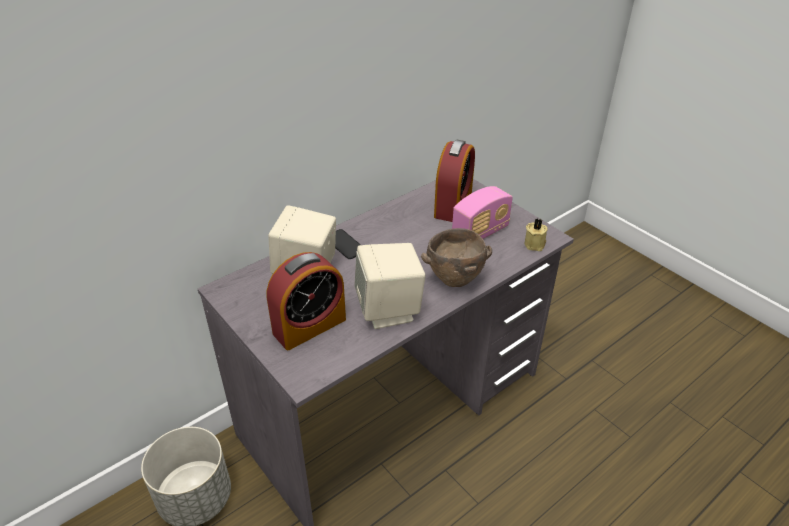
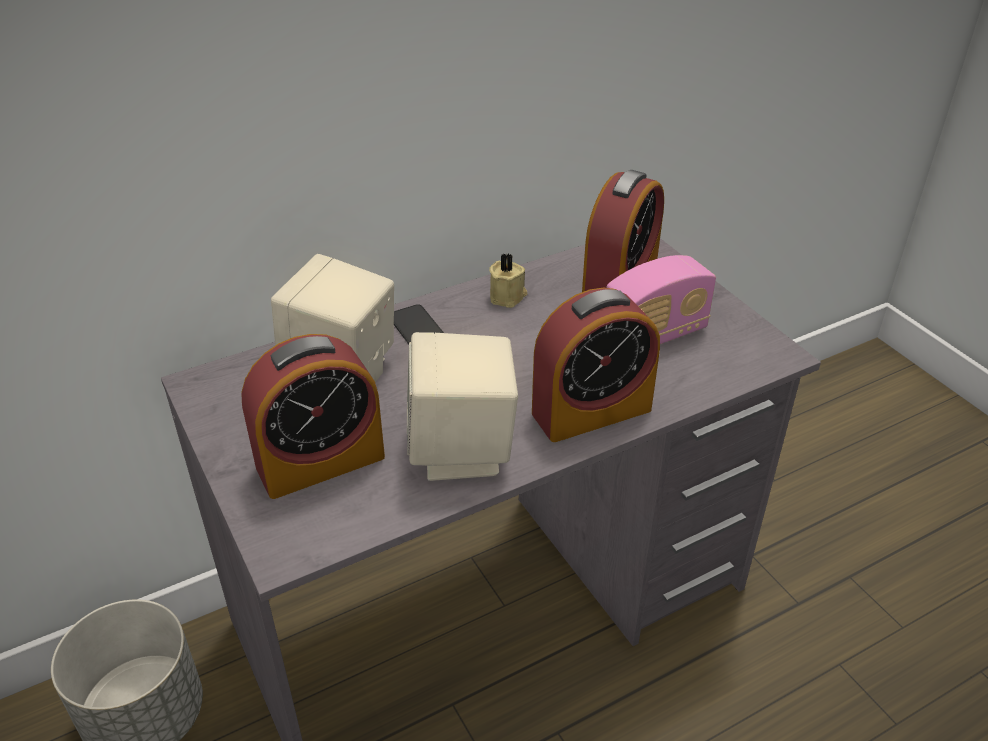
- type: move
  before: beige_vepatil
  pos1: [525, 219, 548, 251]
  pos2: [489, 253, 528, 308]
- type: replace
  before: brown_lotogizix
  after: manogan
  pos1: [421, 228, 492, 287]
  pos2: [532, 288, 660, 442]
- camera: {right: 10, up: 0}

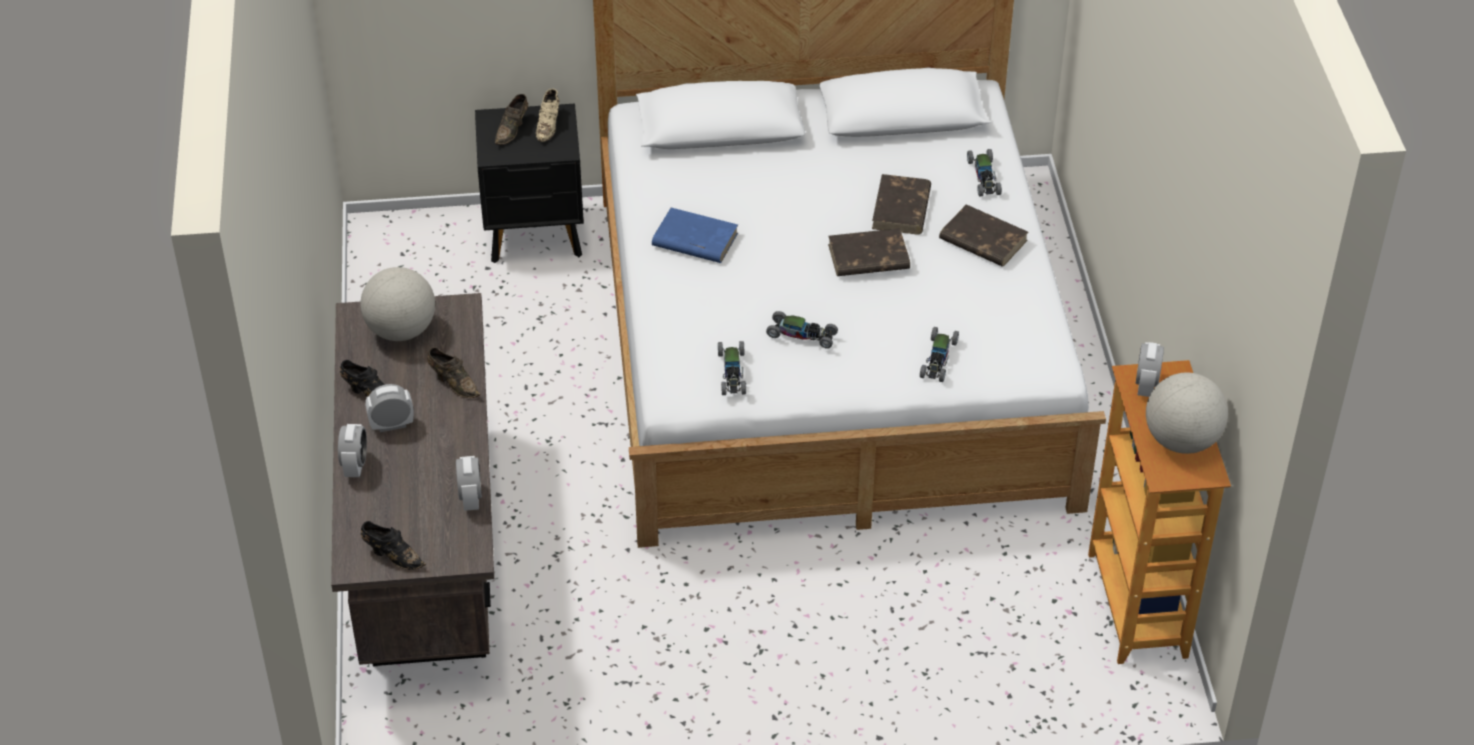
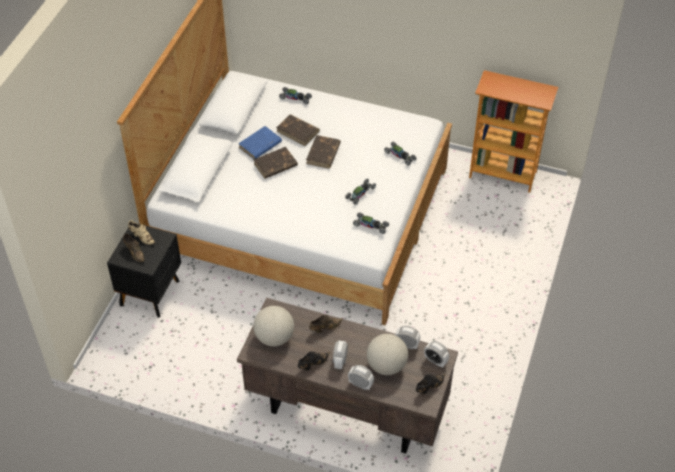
- type: move
  before: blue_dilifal
  pos1: [652, 208, 738, 263]
  pos2: [238, 126, 282, 159]
- type: move
  before: brown_dilifal
  pos1: [939, 204, 1028, 267]
  pos2: [254, 147, 298, 179]
- type: move
  before: manogan
  pos1: [1136, 342, 1164, 397]
  pos2: [424, 341, 449, 367]
- type: move
  before: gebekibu
  pos1: [1146, 373, 1228, 454]
  pos2: [367, 334, 408, 375]
- camera: {right: -65, up: 5}

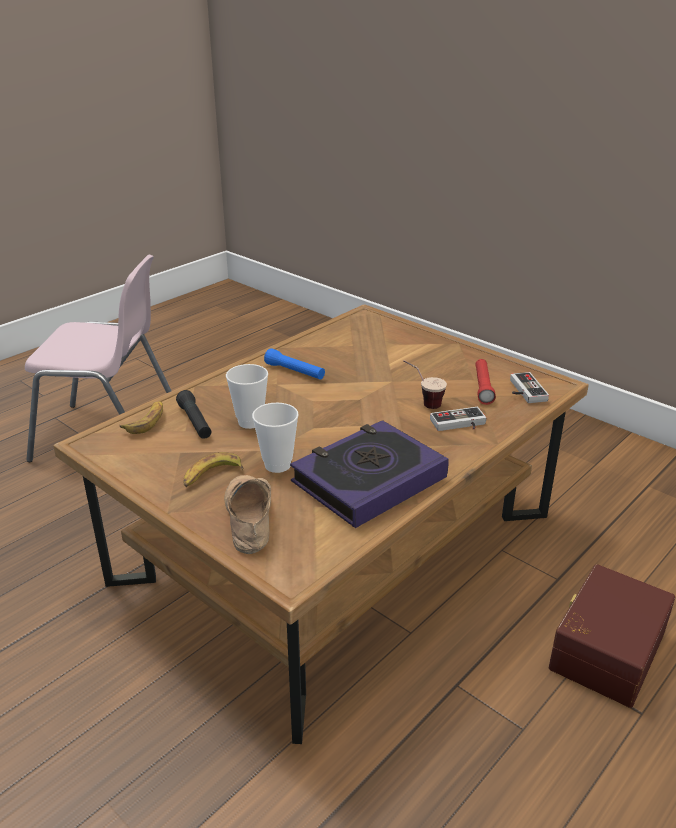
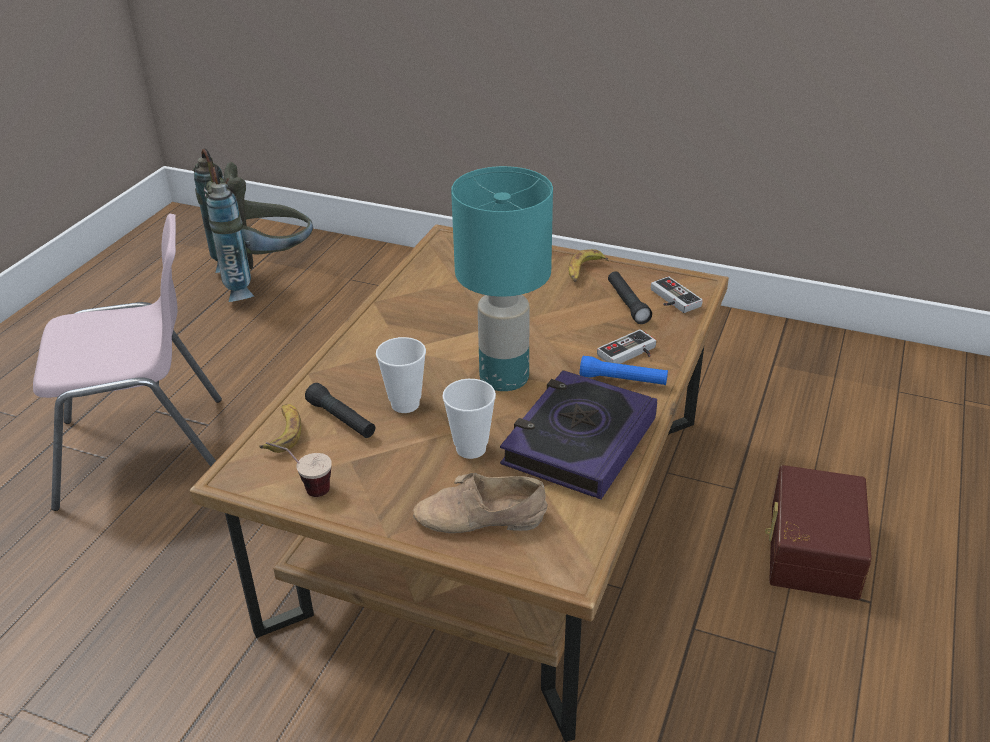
- type: insert
  after: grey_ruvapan
  pos2: [193, 148, 313, 302]
- type: insert
  after: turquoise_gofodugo
  pos2: [451, 166, 553, 391]
- type: move
  before: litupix
  pos1: [183, 452, 243, 487]
  pos2: [569, 249, 608, 282]
- type: move
  before: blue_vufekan
  pos1: [264, 348, 325, 380]
  pos2: [580, 356, 668, 385]
- type: move
  before: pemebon
  pos1: [404, 360, 447, 409]
  pos2: [266, 442, 332, 497]
- type: recolor
  before: red_vufekan
  after: black_vufekan
  pos1: [475, 359, 496, 405]
  pos2: [608, 271, 652, 324]
- type: rotate
  before: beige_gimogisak
  pos1: [224, 475, 271, 554]
  pos2: [413, 473, 548, 533]
  turn: -60
- camera: {right: -20, up: 5}

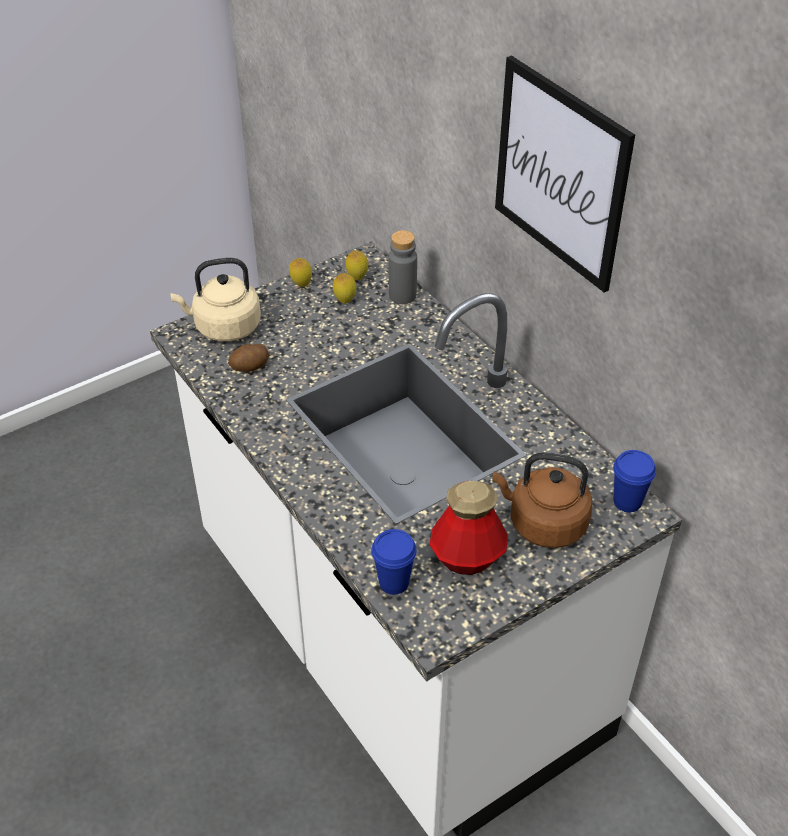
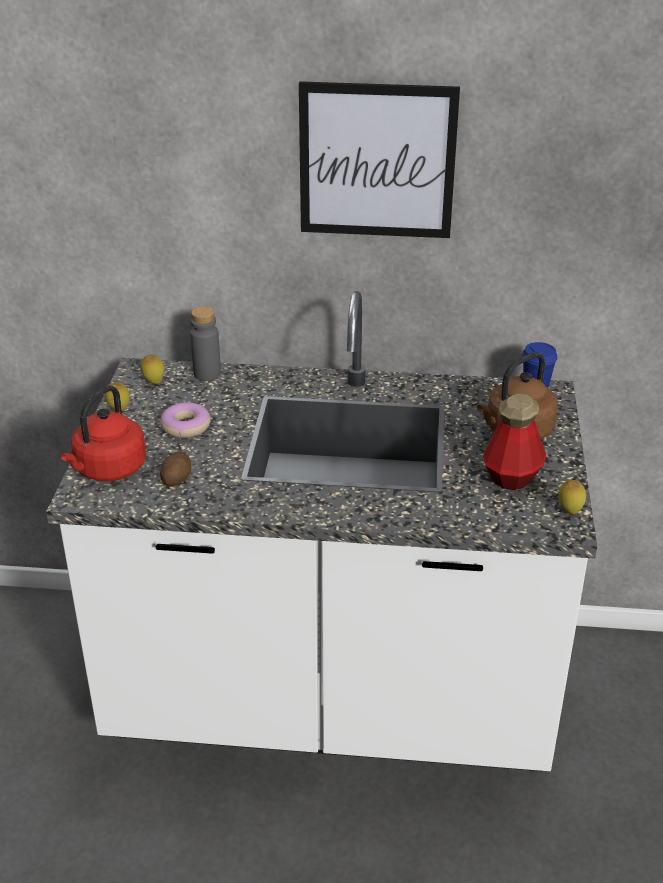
- type: delete
  before: blue_pemebon
  pos1: [371, 529, 417, 595]
- type: insert
  after: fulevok
  pos2: [160, 403, 211, 438]
- type: move
  before: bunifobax
  pos1: [333, 273, 356, 304]
  pos2: [558, 480, 586, 514]
- type: recolor
  before: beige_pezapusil
  after: red_pezapusil
  pos1: [170, 258, 261, 341]
  pos2: [60, 385, 146, 481]
- camera: {right: -50, up: -10}

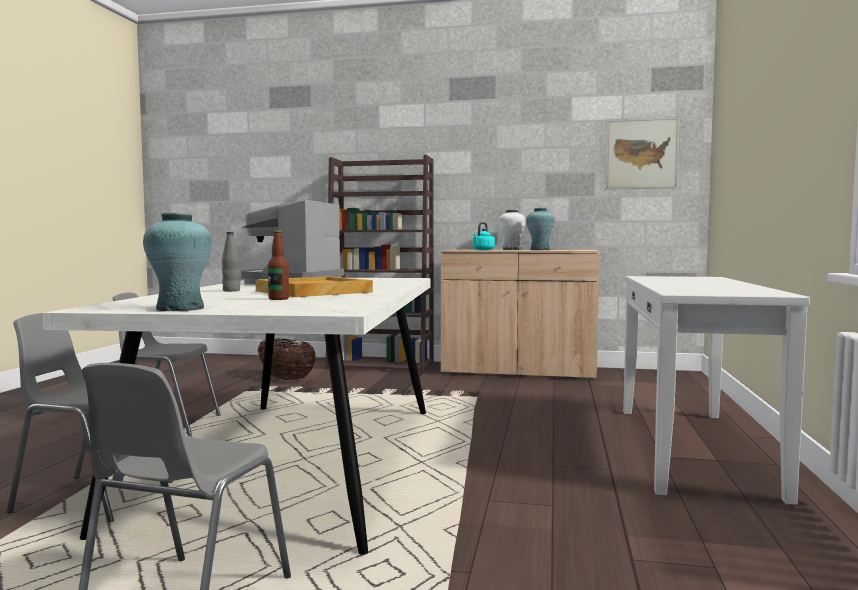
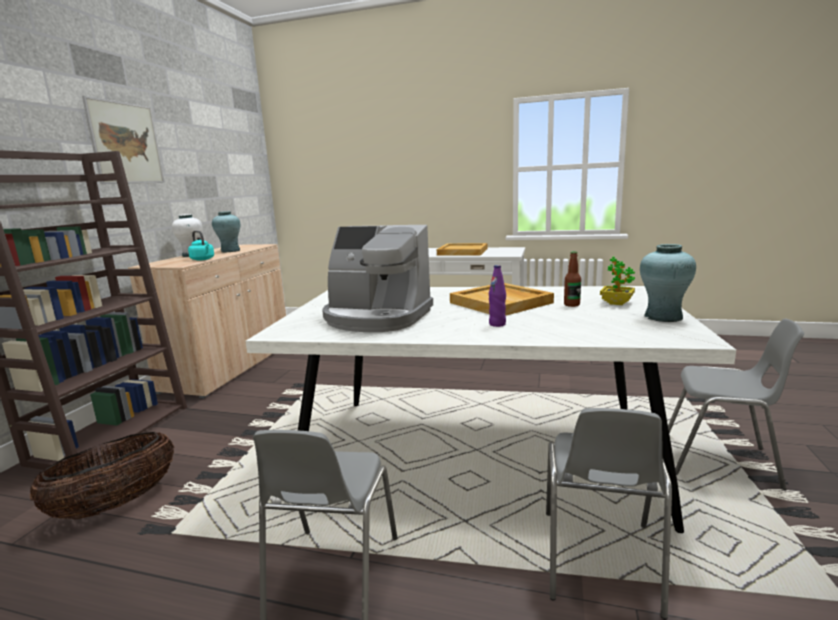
- type: insert
  after: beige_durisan
  pos2: [437, 243, 487, 256]
- type: insert
  after: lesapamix
  pos2: [600, 257, 635, 305]
- type: move
  before: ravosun
  pos1: [605, 117, 679, 190]
  pos2: [82, 96, 165, 184]
- type: recolor
  before: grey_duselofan
  after: purple_duselofan
  pos1: [222, 232, 240, 292]
  pos2: [489, 265, 506, 327]
- camera: {right: -85, up: 10}

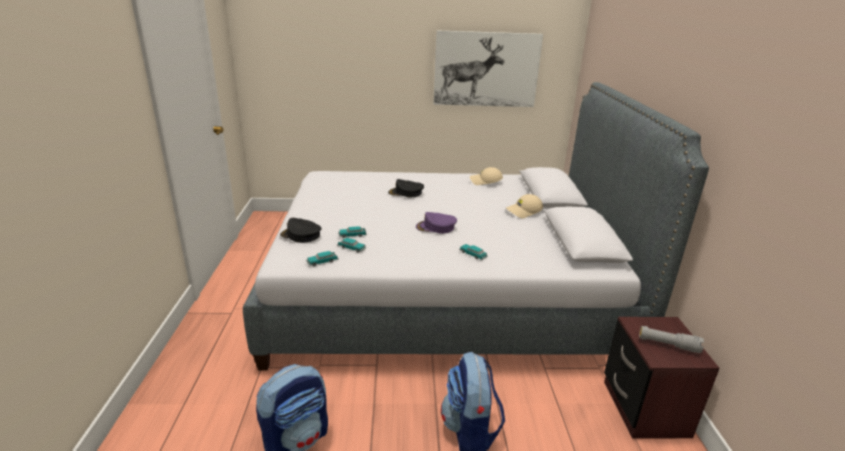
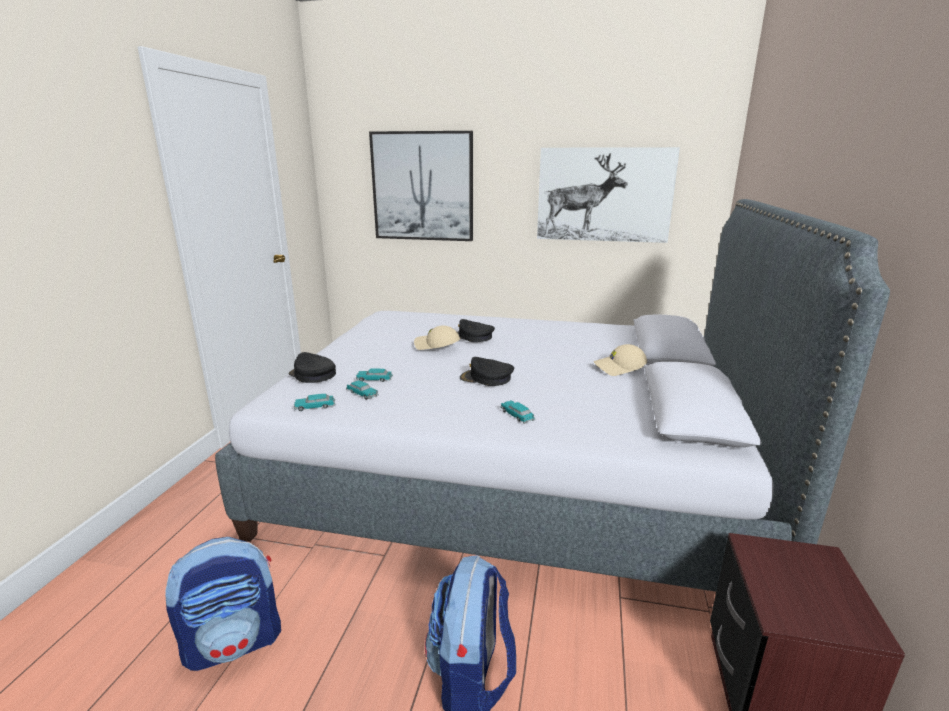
- type: delete
  before: grey_vufekan
  pos1: [639, 326, 704, 353]
- type: insert
  after: ravosun
  pos2: [369, 131, 473, 241]
- type: move
  before: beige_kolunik
  pos1: [470, 167, 503, 185]
  pos2: [414, 325, 460, 350]
- type: recolor
  before: purple_kolunik
  after: black_kolunik
  pos1: [416, 212, 457, 234]
  pos2: [460, 357, 514, 386]
- camera: {right: 15, up: -5}

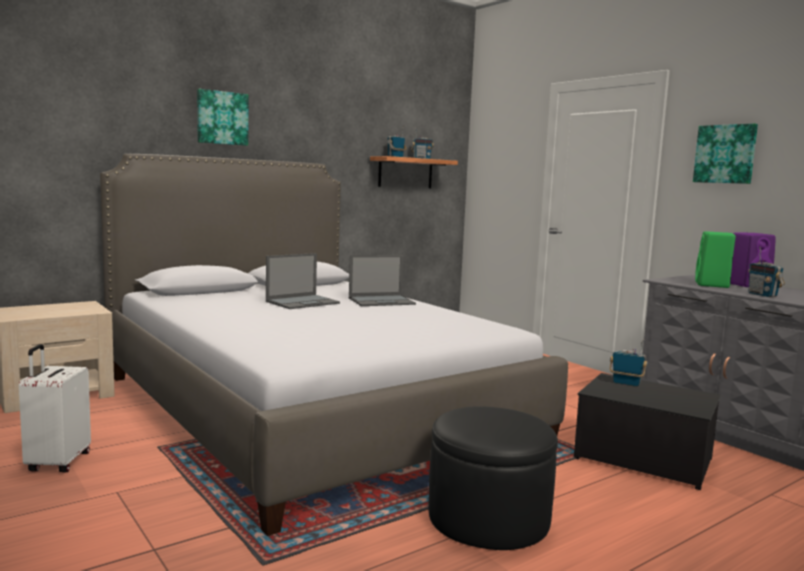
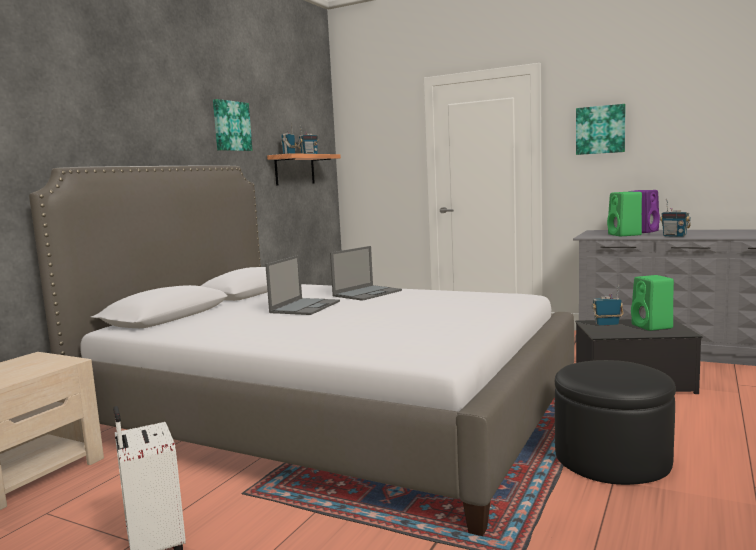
- type: insert
  after: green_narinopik
  pos2: [631, 275, 674, 331]
- type: move
  before: ravosun
  pos1: [197, 89, 248, 146]
  pos2: [213, 99, 253, 151]
- camera: {right: -25, up: 0}

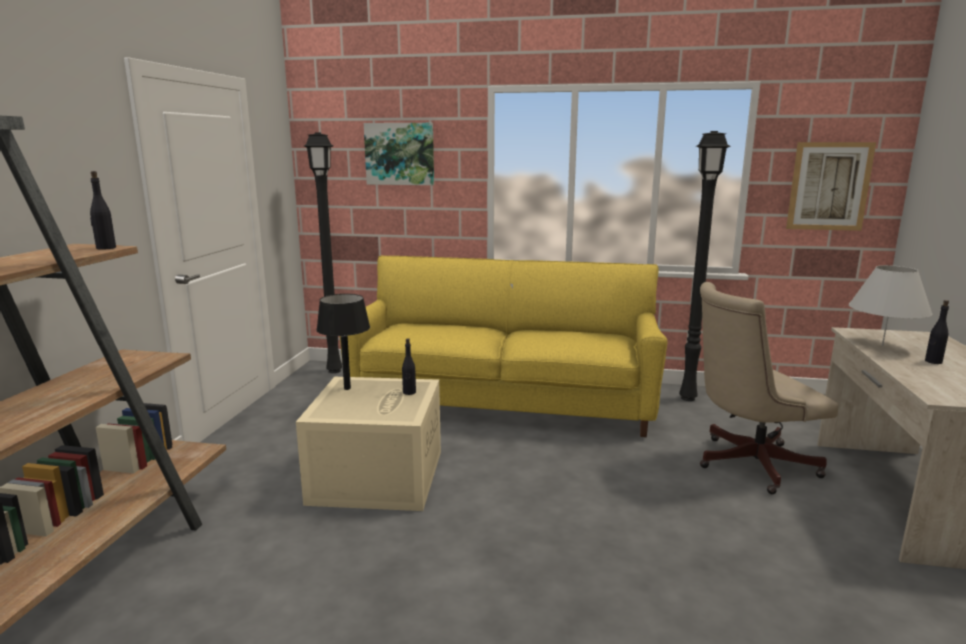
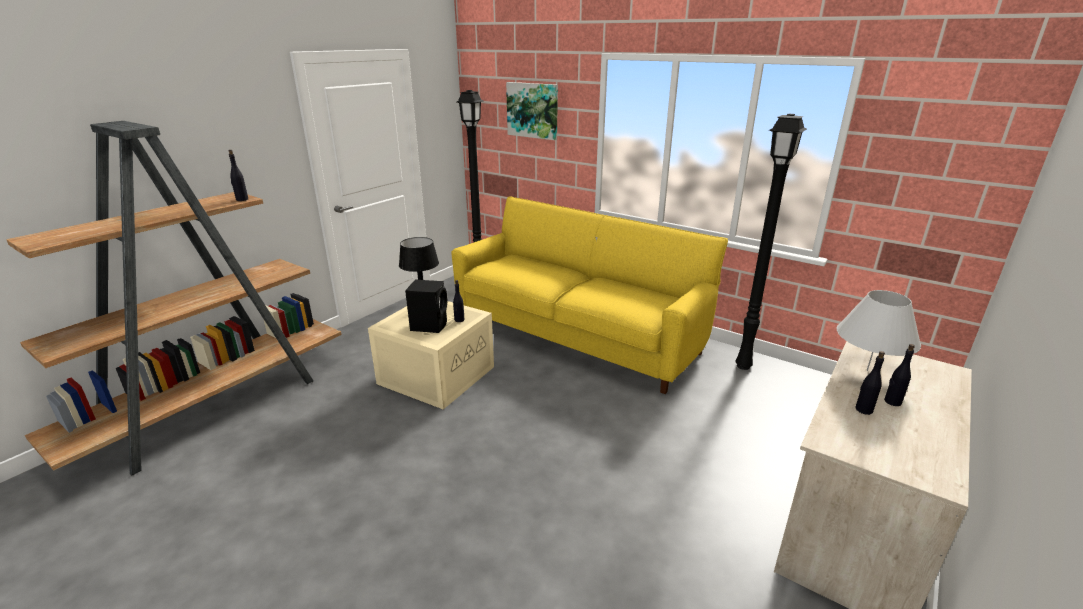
- type: delete
  before: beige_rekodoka
  pos1: [700, 282, 838, 494]
- type: delete
  before: ravosun
  pos1: [786, 142, 876, 231]
- type: insert
  after: black_narinopik
  pos2: [405, 280, 448, 333]
- type: insert
  after: black_duselofan
  pos2: [856, 351, 885, 415]
- camera: {right: 25, up: 10}

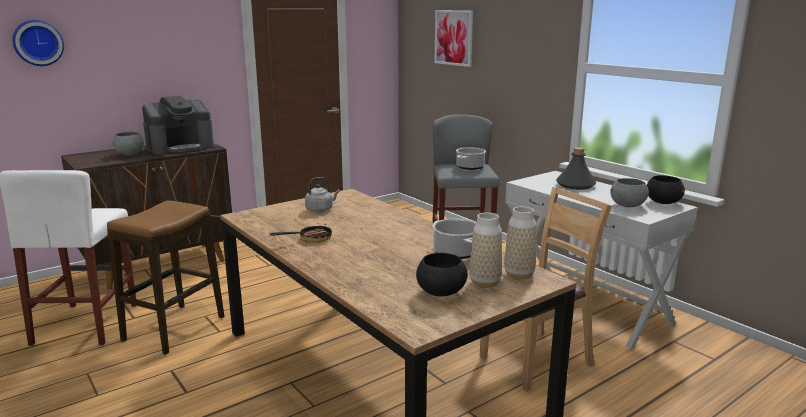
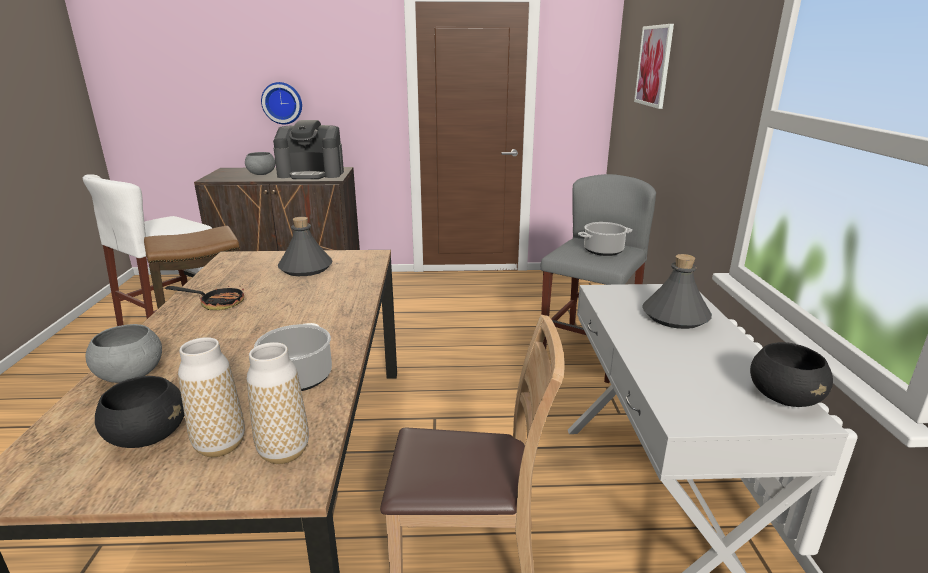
- type: move
  before: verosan
  pos1: [12, 20, 64, 66]
  pos2: [261, 82, 302, 124]
- type: move
  before: grey_lotogizix
  pos1: [610, 178, 649, 207]
  pos2: [86, 324, 162, 383]
- type: replace
  before: grey_pezapusil
  after: grey_duselofan
  pos1: [305, 177, 340, 212]
  pos2: [278, 217, 333, 276]
- camera: {right: 35, up: 5}

